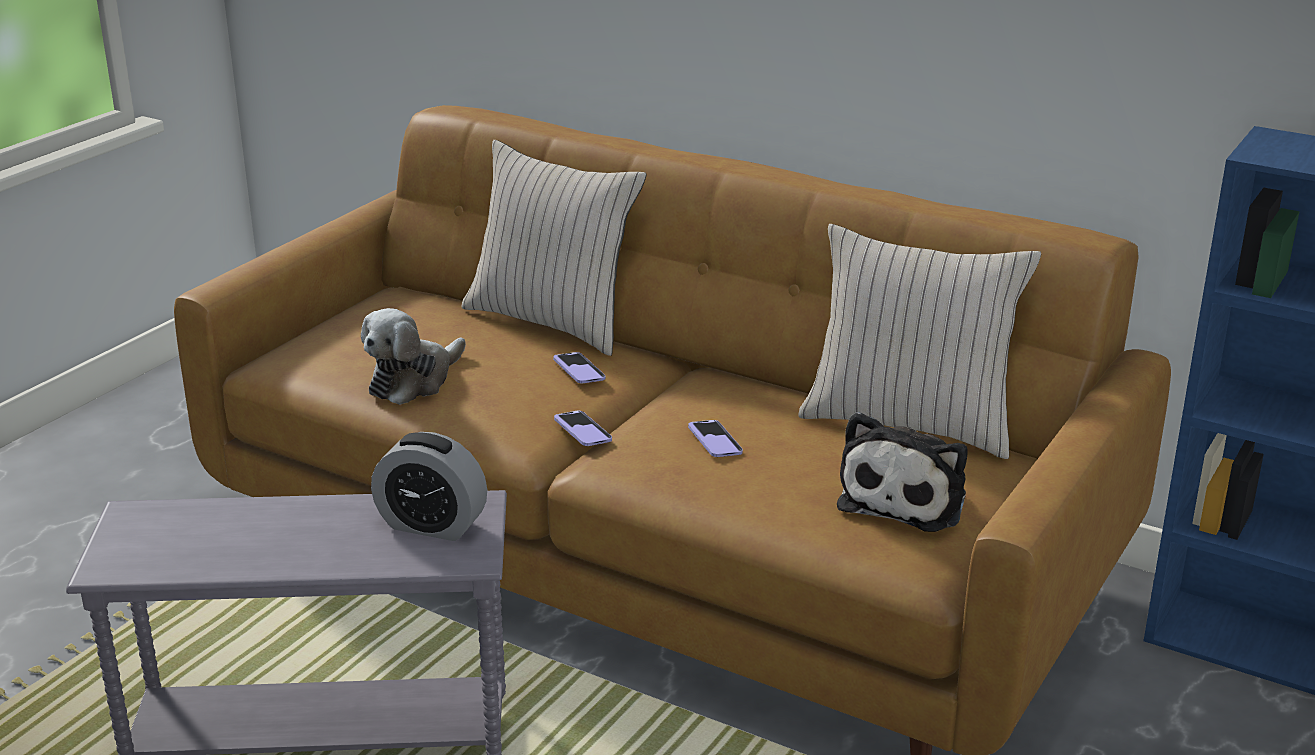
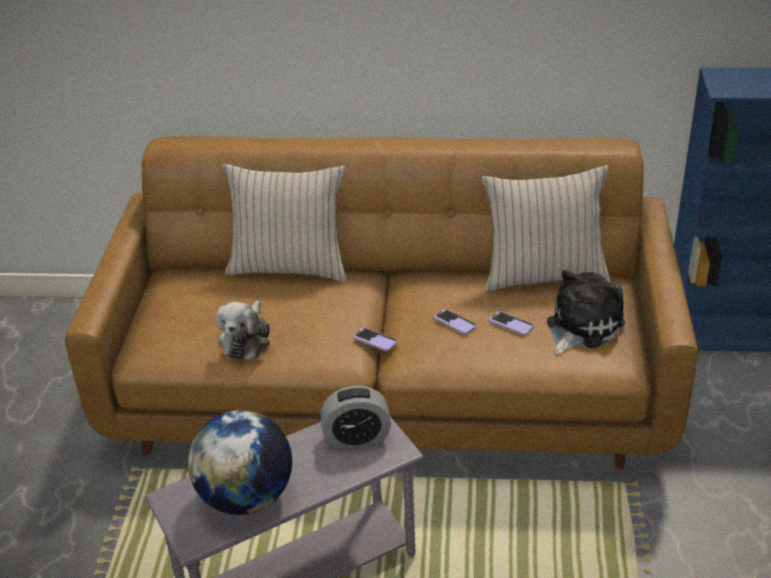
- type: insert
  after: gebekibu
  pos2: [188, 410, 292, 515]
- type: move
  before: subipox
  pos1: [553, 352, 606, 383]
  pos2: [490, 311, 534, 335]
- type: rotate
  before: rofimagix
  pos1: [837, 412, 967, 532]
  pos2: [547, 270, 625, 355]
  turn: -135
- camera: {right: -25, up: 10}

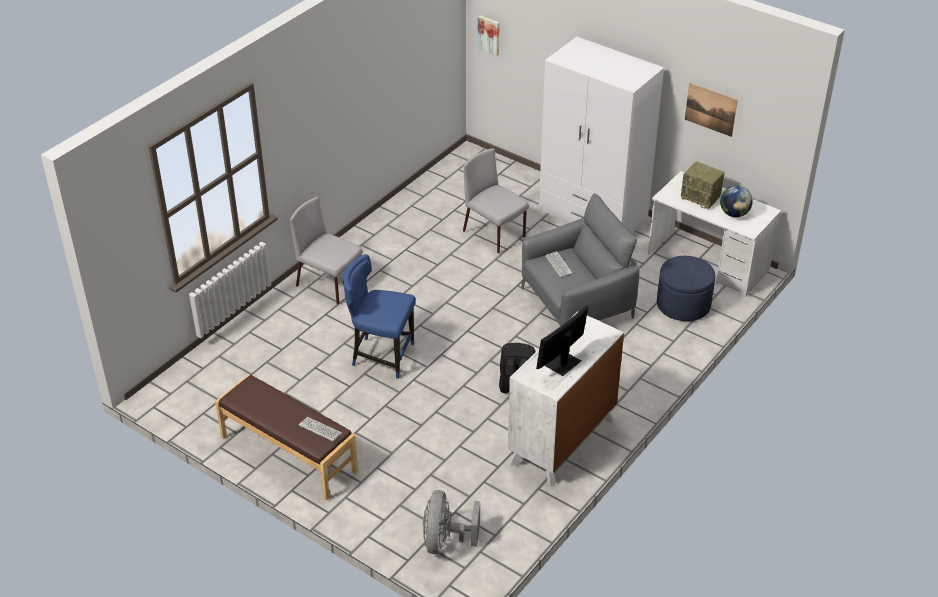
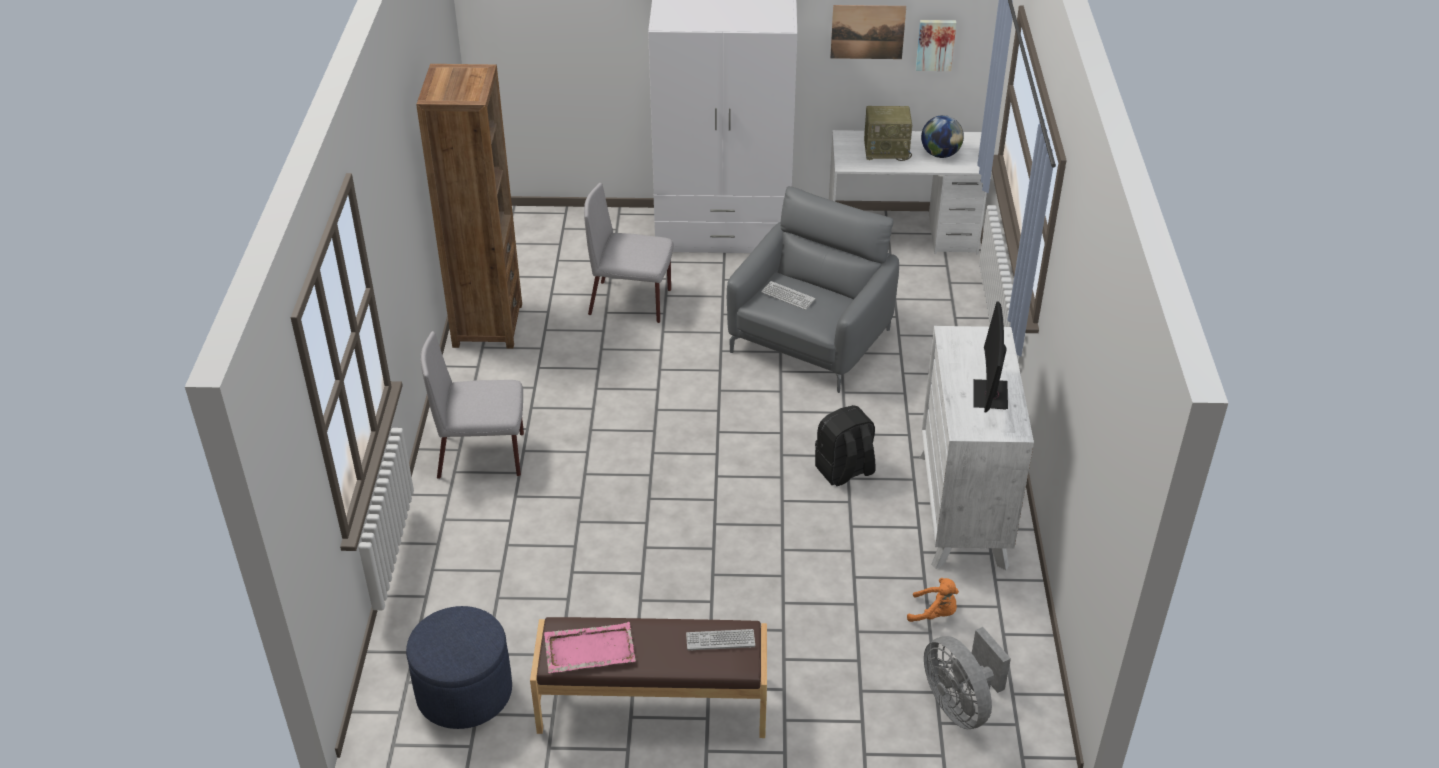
- type: delete
  before: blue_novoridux
  pos1: [343, 254, 416, 379]
- type: insert
  after: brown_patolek
  pos2: [416, 64, 522, 349]
- type: insert
  after: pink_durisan
  pos2: [544, 622, 636, 673]
- type: insert
  after: orange_rofimagix
  pos2: [907, 578, 959, 622]
- type: move
  before: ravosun
  pos1: [478, 15, 500, 56]
  pos2: [916, 20, 956, 71]
- type: move
  before: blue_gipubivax
  pos1: [657, 256, 715, 321]
  pos2: [406, 606, 512, 729]
- camera: {right: -35, up: 0}

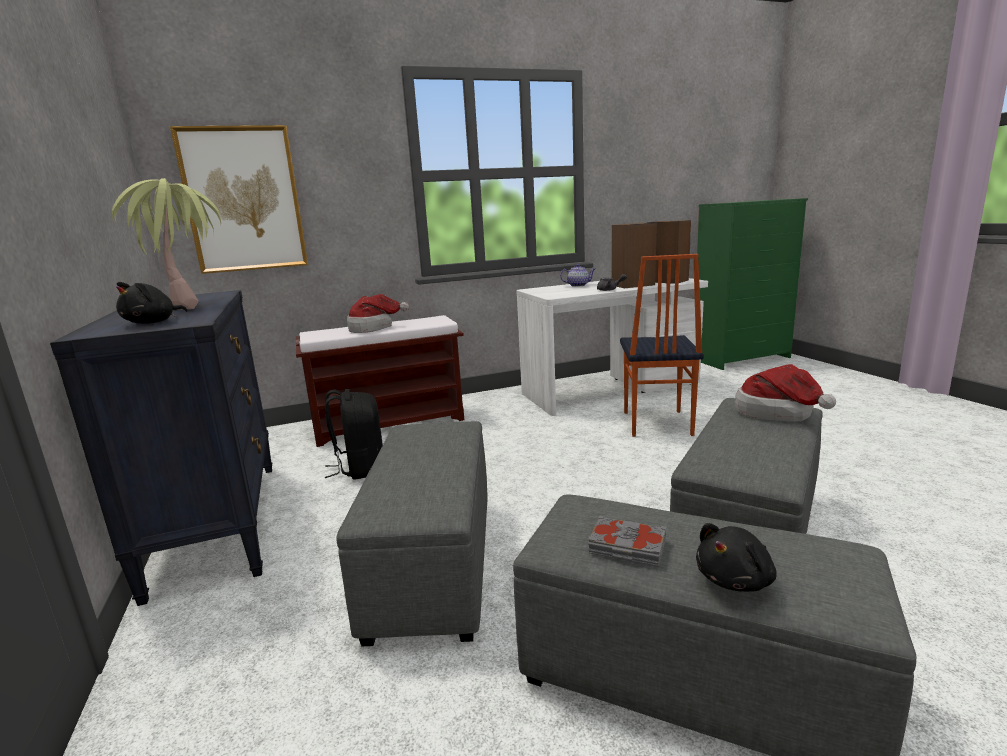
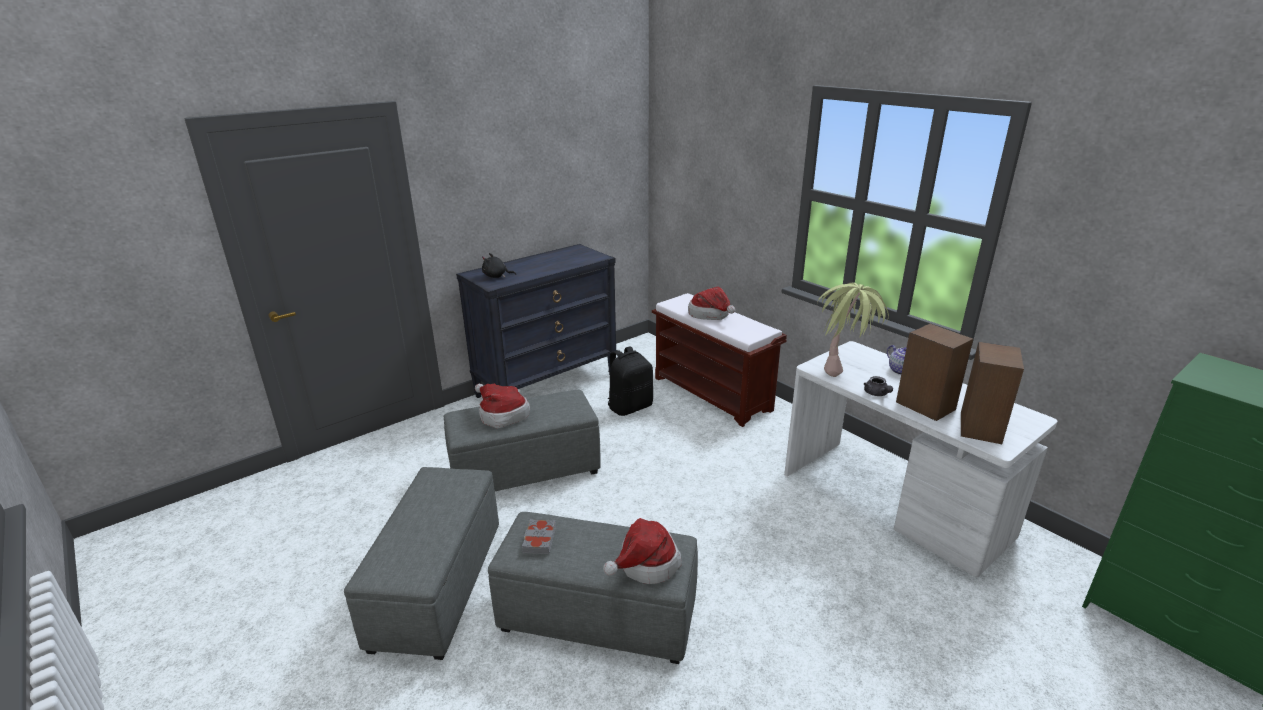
- type: delete
  before: ravosun
  pos1: [170, 125, 308, 274]
- type: delete
  before: novoridux
  pos1: [620, 254, 704, 437]
- type: delete
  before: black_rofimagix
  pos1: [696, 523, 777, 592]
- type: insert
  after: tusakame
  pos2: [475, 384, 530, 429]
- type: move
  before: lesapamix
  pos1: [111, 178, 221, 310]
  pos2: [817, 283, 889, 377]
- type: move
  before: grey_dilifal
  pos1: [588, 515, 666, 567]
  pos2: [522, 519, 556, 554]
- camera: {right: 70, up: 10}

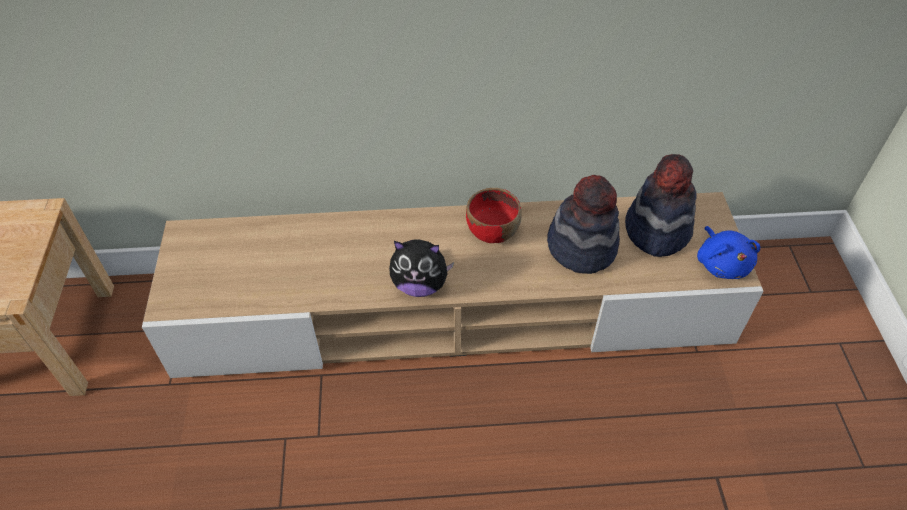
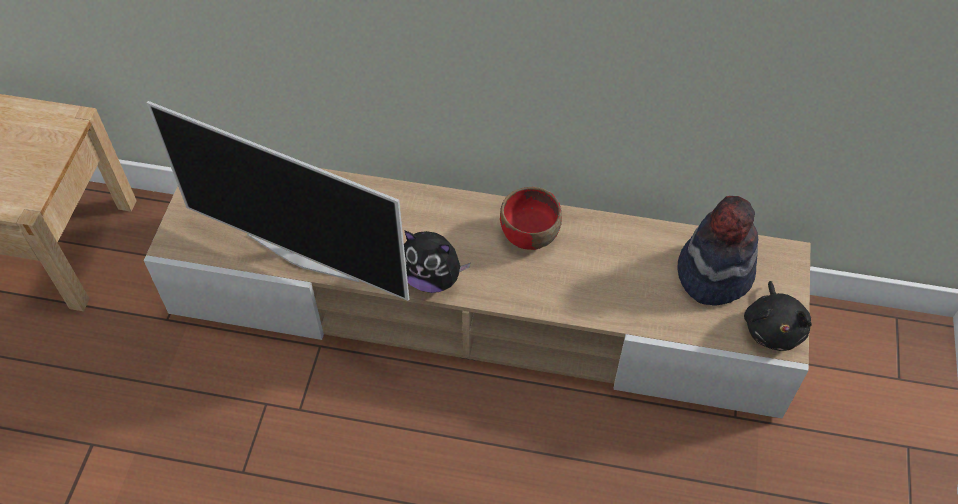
- type: delete
  before: tusakame
  pos1: [547, 175, 620, 274]
- type: insert
  after: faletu
  pos2: [146, 101, 409, 301]
- type: recolor
  before: blue_rofimagix
  after: black_rofimagix
  pos1: [697, 226, 760, 279]
  pos2: [744, 281, 812, 351]
- camera: {right: 15, up: 5}

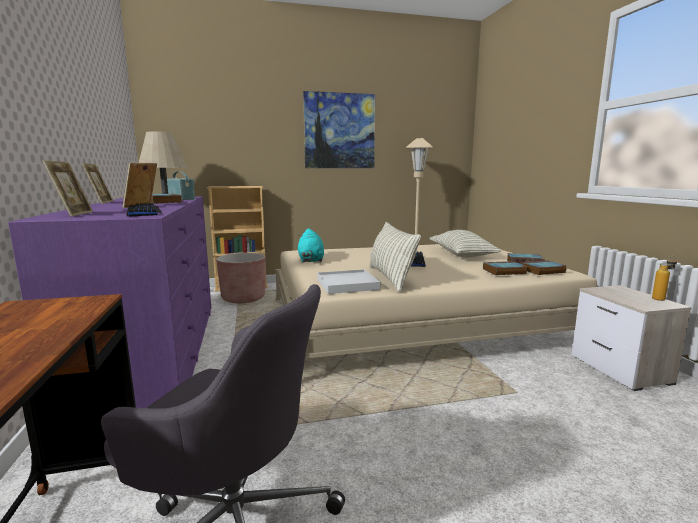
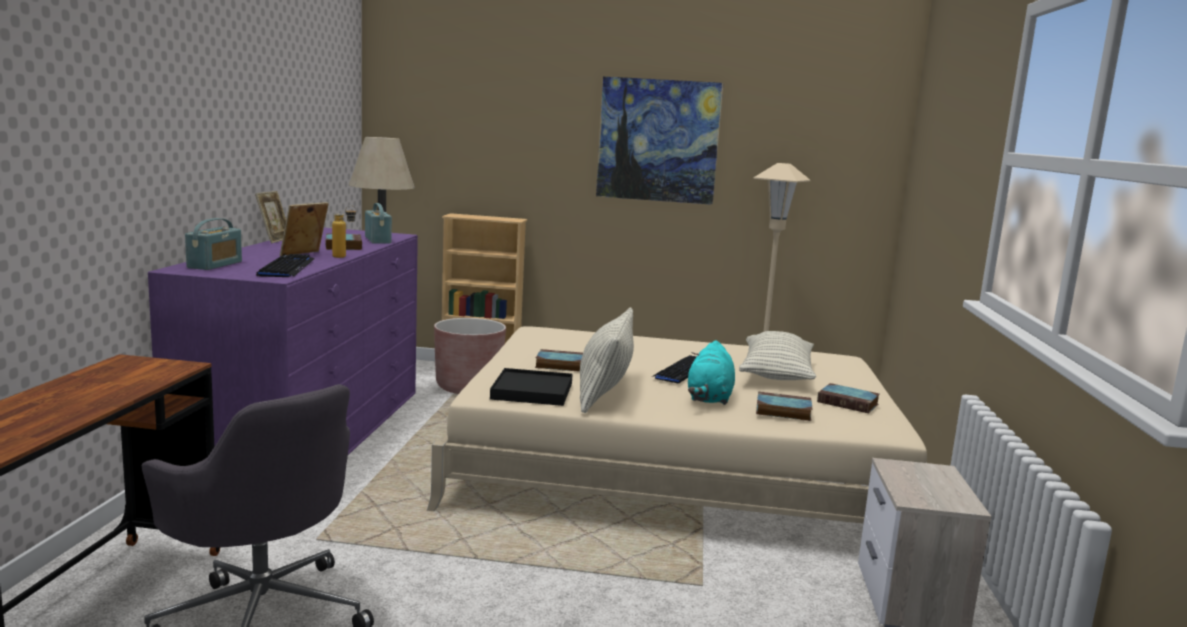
- type: move
  before: turquoise_rofimagix
  pos1: [298, 229, 324, 262]
  pos2: [688, 340, 735, 405]
- type: move
  before: dilifal
  pos1: [521, 260, 567, 275]
  pos2: [535, 349, 583, 372]
- type: move
  before: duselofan
  pos1: [652, 256, 677, 301]
  pos2: [332, 205, 357, 258]
- type: replace
  before: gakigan
  after: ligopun
  pos1: [42, 160, 93, 217]
  pos2: [185, 218, 242, 270]
- type: recolor
  before: white_durisan
  after: black_durisan
  pos1: [317, 269, 381, 294]
  pos2: [490, 368, 573, 406]
- camera: {right: 20, up: 0}

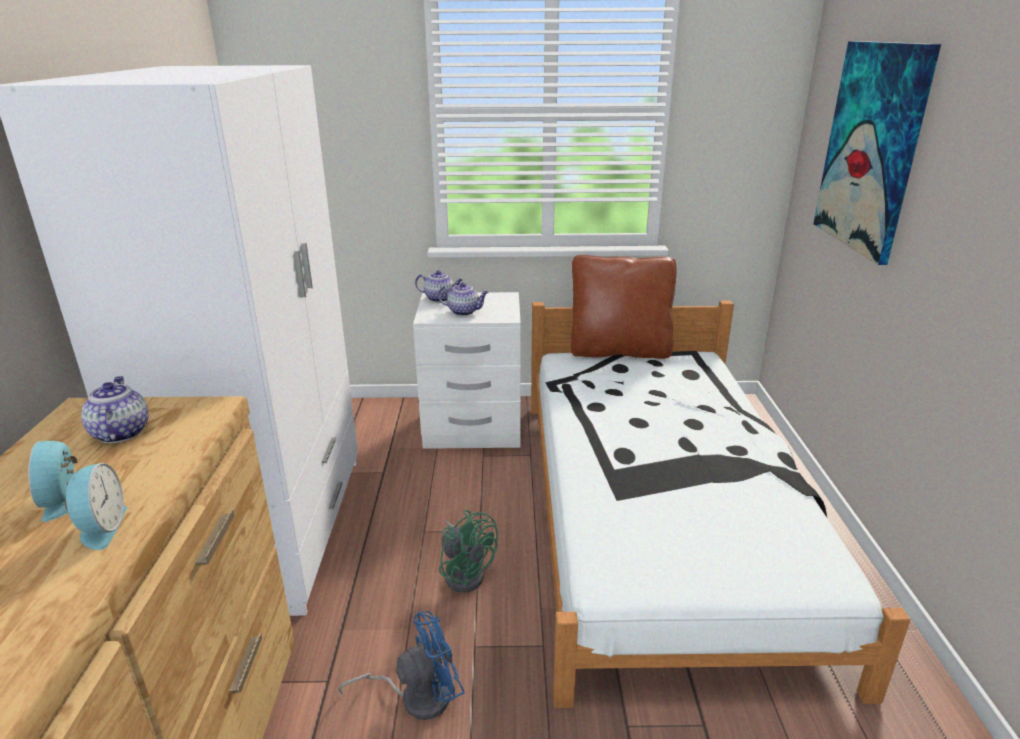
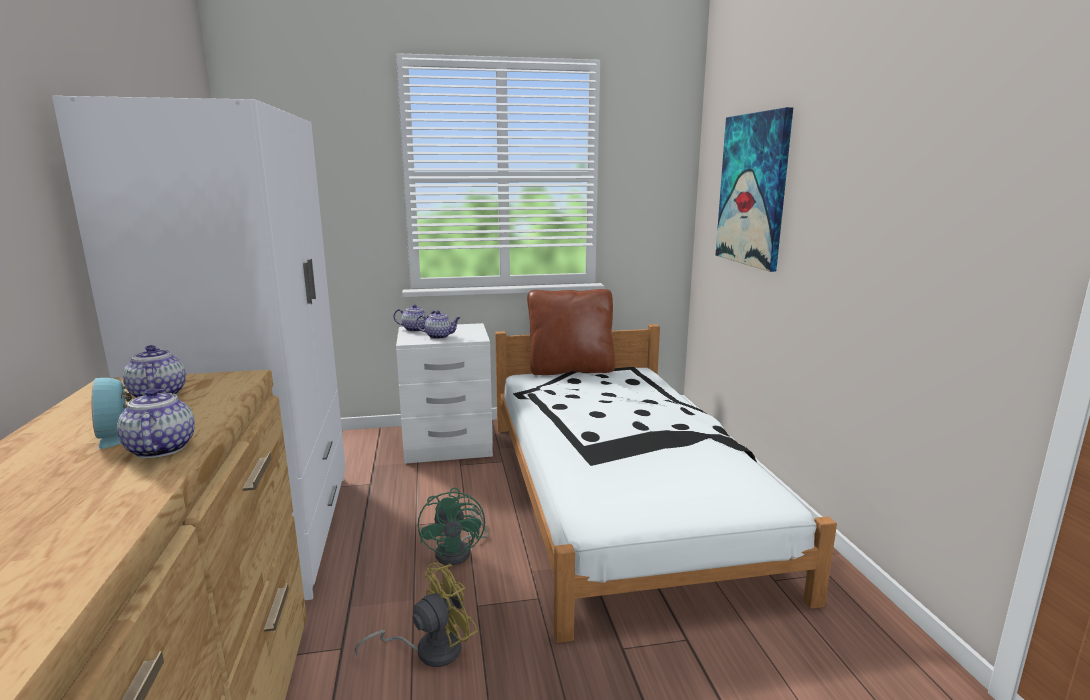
- type: replace
  before: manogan
  after: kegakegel
  pos1: [65, 463, 127, 550]
  pos2: [117, 388, 195, 458]
- type: recolor
  before: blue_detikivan
  after: yellow_detikivan
  pos1: [338, 611, 465, 720]
  pos2: [355, 562, 478, 667]
- type: rotate
  before: green_detikivan
  pos1: [439, 510, 498, 593]
  pos2: [418, 487, 488, 565]
  turn: 45
- camera: {right: -10, up: -10}

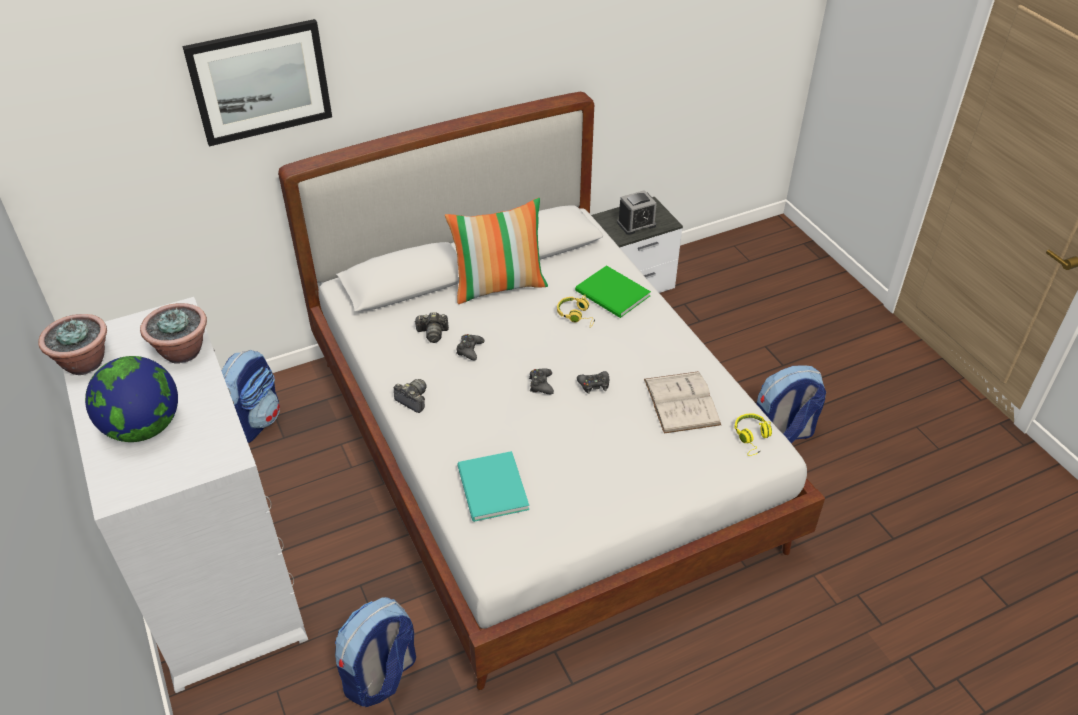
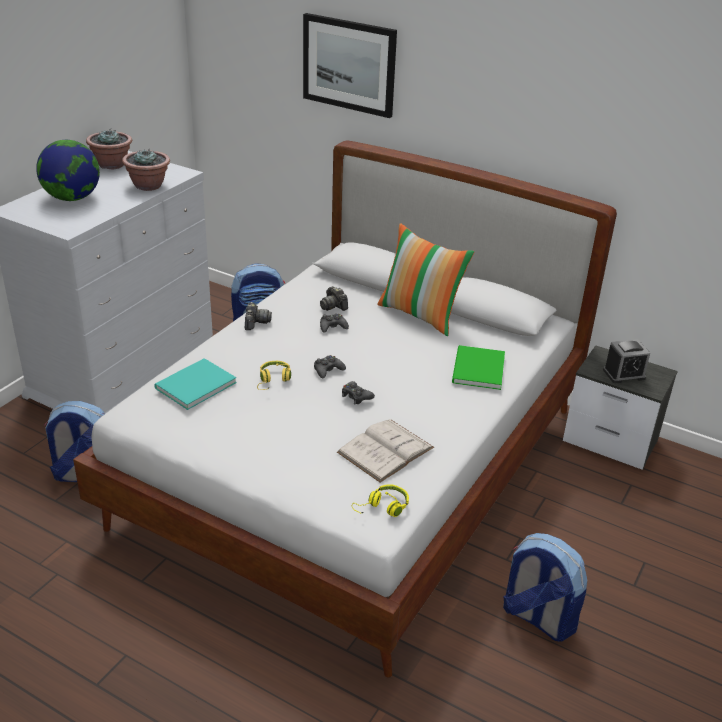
- type: move
  before: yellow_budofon
  pos1: [557, 295, 595, 328]
  pos2: [257, 361, 291, 390]
- type: rotate
  before: manogan
  pos1: [617, 190, 657, 235]
  pos2: [603, 339, 650, 383]
  turn: -45
- camera: {right: 55, up: -10}

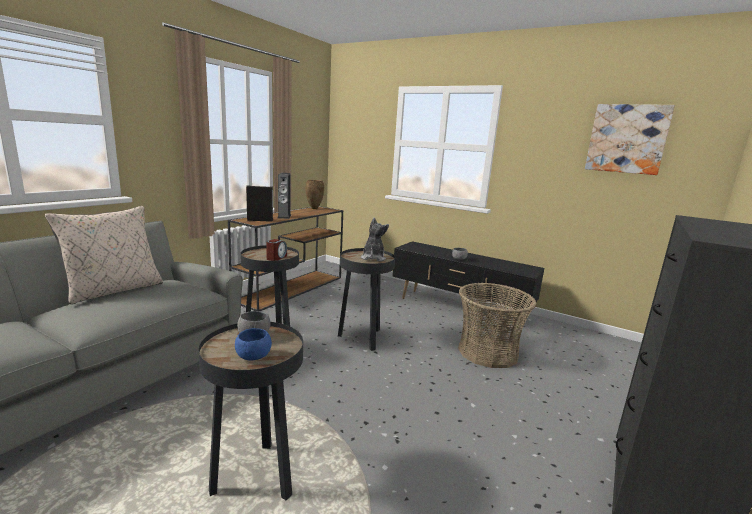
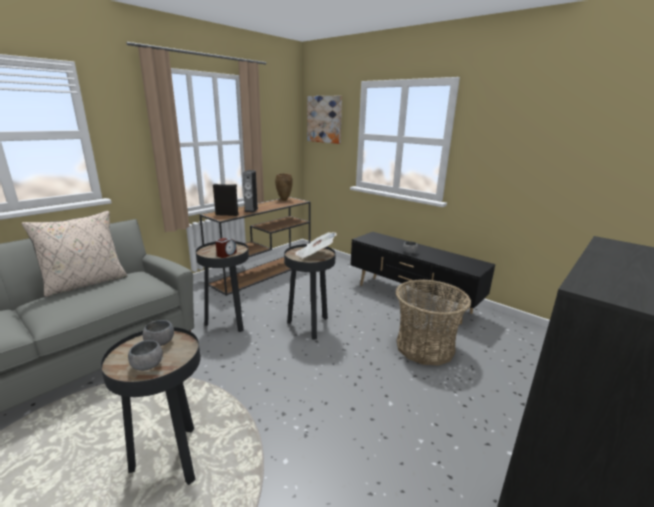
- type: move
  before: ravosun
  pos1: [585, 104, 675, 175]
  pos2: [307, 96, 342, 144]
- type: replace
  before: rofimagix
  after: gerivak
  pos1: [361, 218, 389, 261]
  pos2: [295, 232, 337, 259]
- type: recolor
  before: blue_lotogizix
  after: grey_lotogizix
  pos1: [235, 328, 272, 361]
  pos2: [128, 340, 163, 371]
- camera: {right: 10, up: 5}

